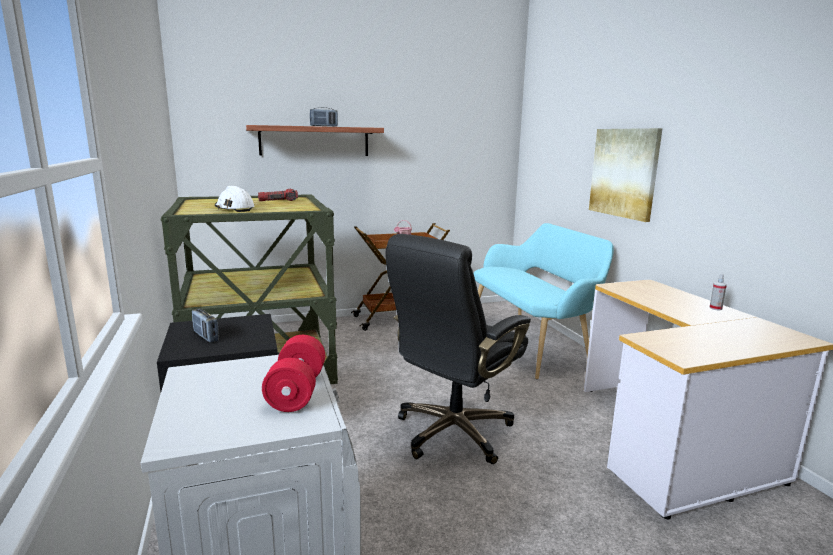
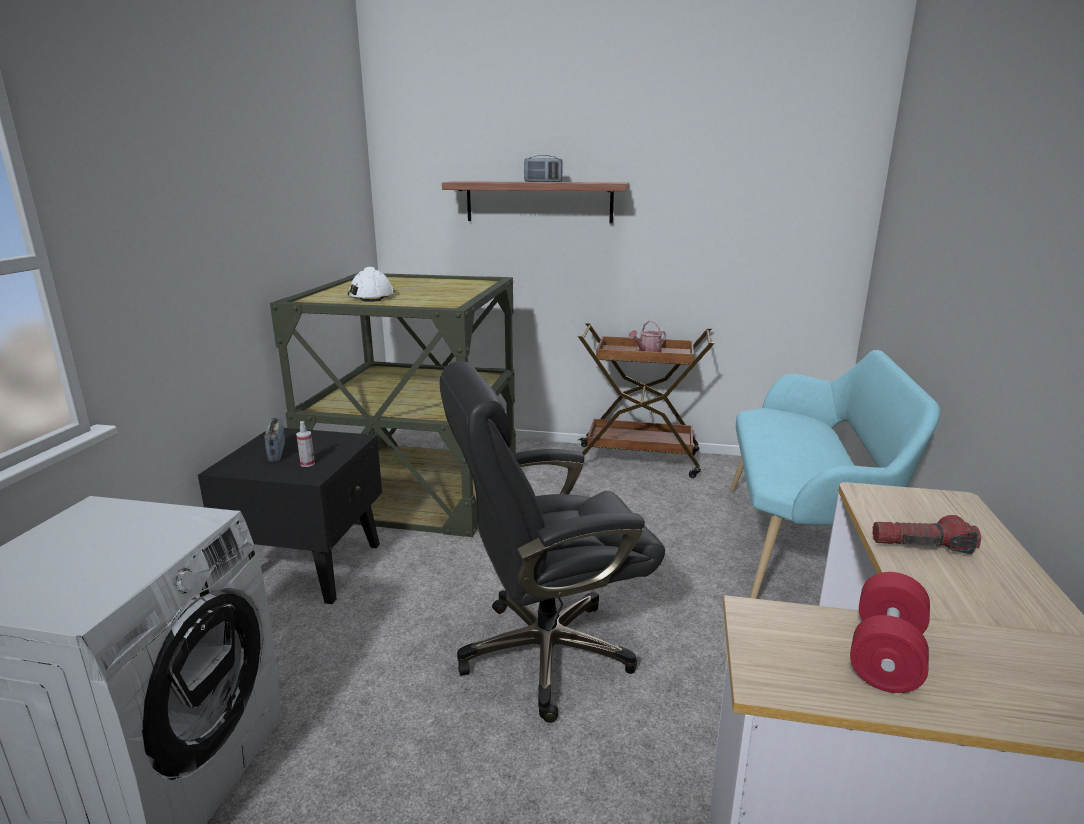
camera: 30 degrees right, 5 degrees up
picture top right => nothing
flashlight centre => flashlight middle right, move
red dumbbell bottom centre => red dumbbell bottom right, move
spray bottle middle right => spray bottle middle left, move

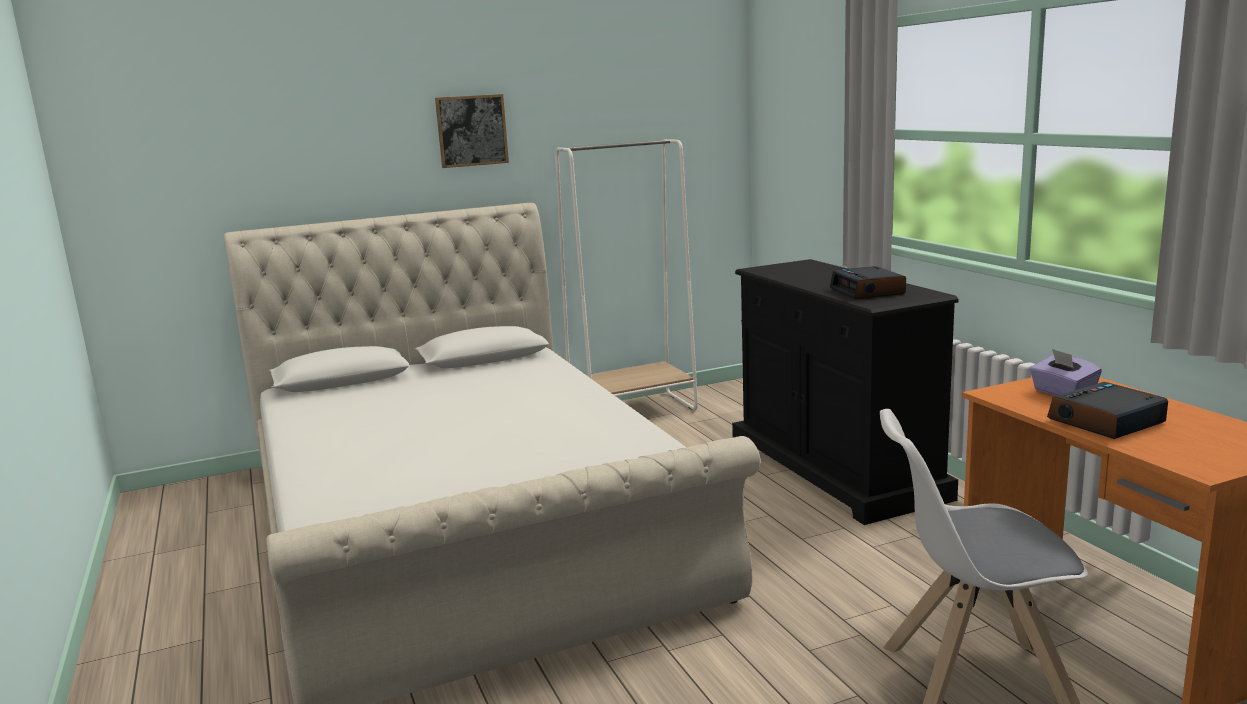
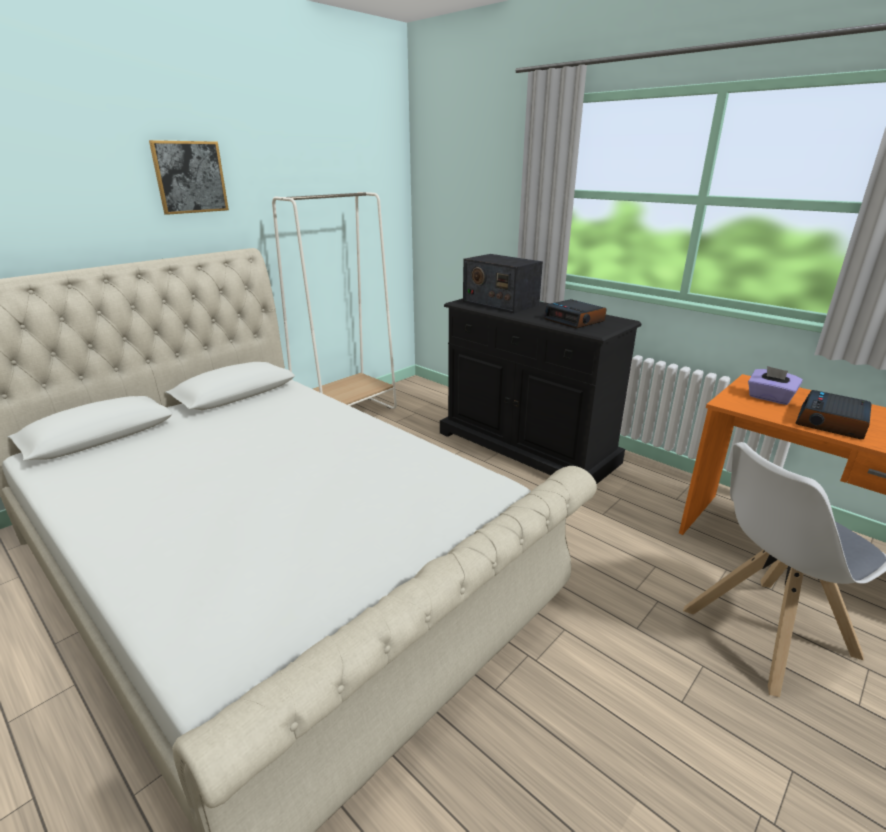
camera: 25 degrees left, 10 degrees up
nothing => radio centre

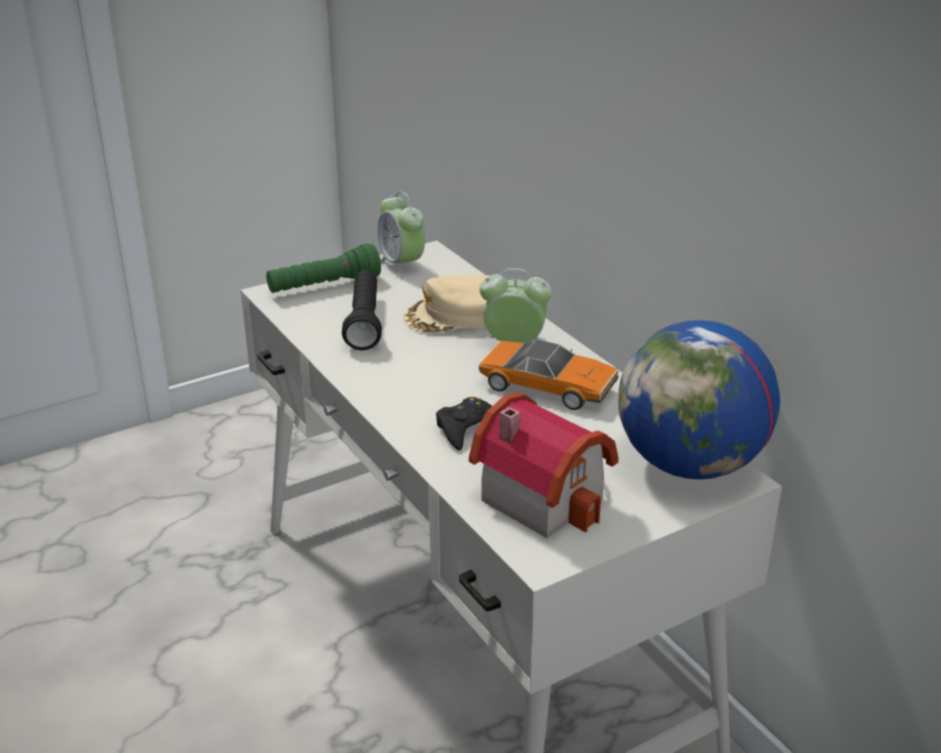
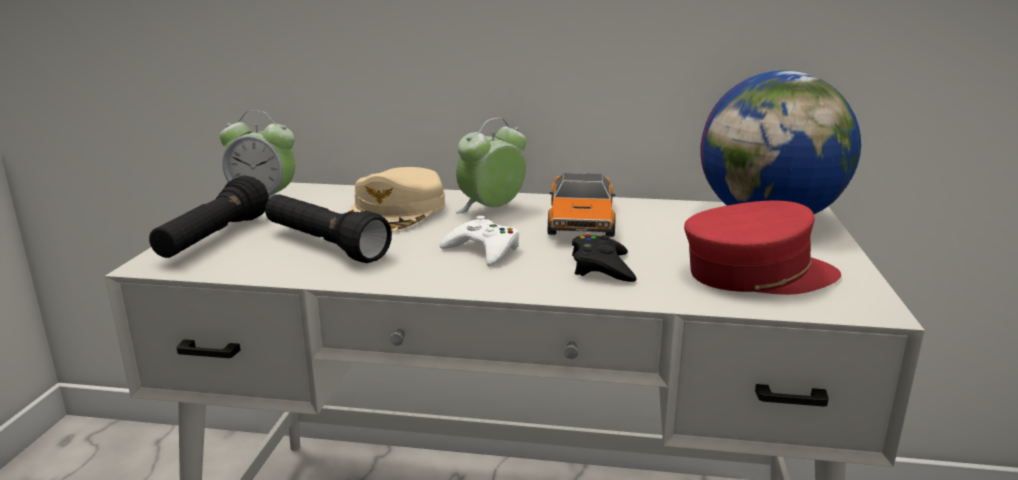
camera: 50 degrees left, 10 degrees down
nothing => white game controller centre
toy house centre => red cap middle right
green flashlight centre => black flashlight (1st from left) middle left
toy car centre, 120 degrees clockwise

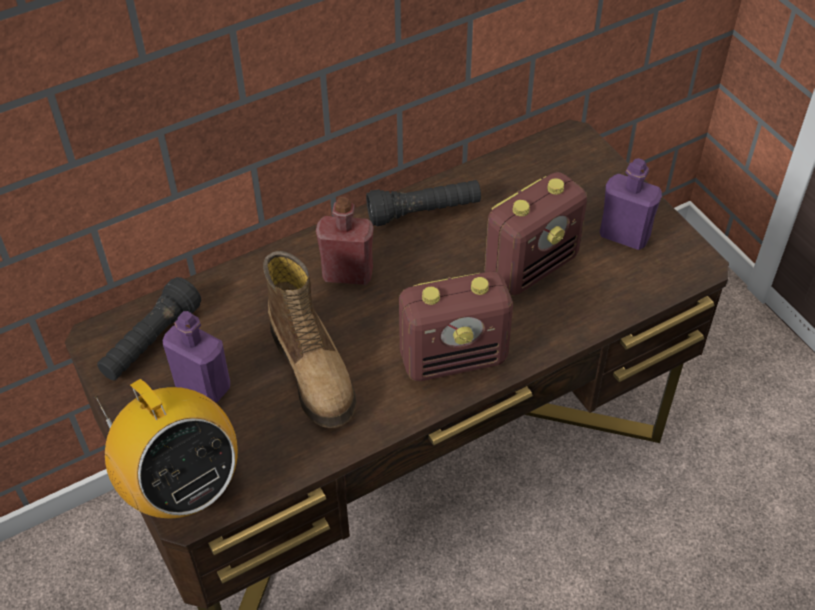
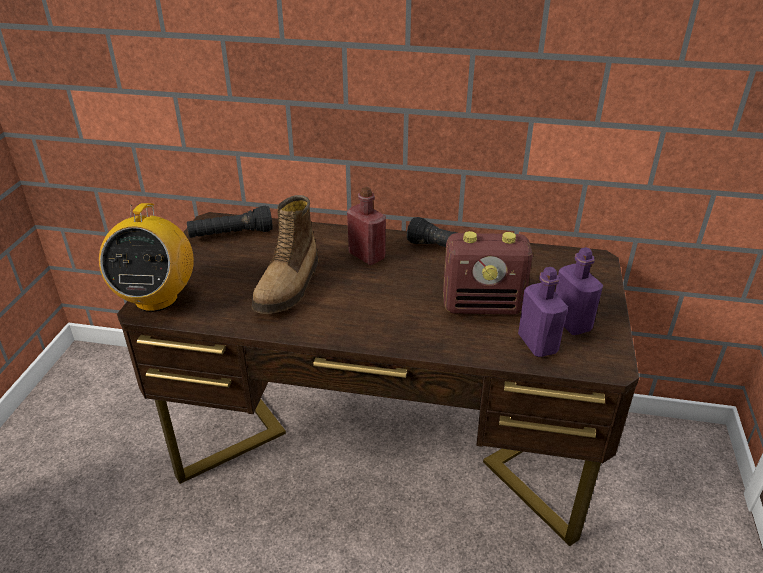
camera: 40 degrees right, 15 degrees down
radio (2nd from left) centre => nothing
purple bottle (1st from left) middle left => purple bottle (1st from left) middle right, move

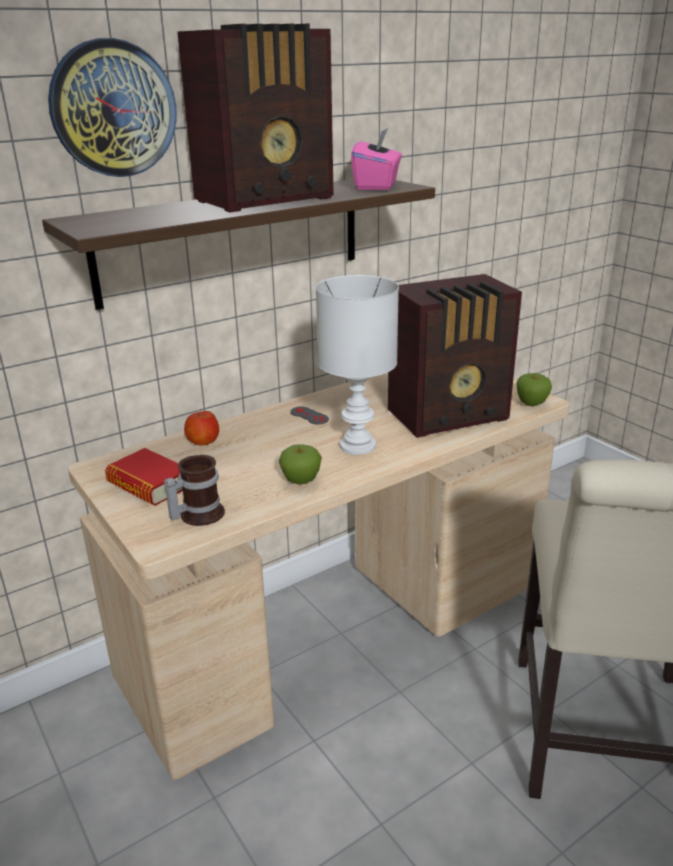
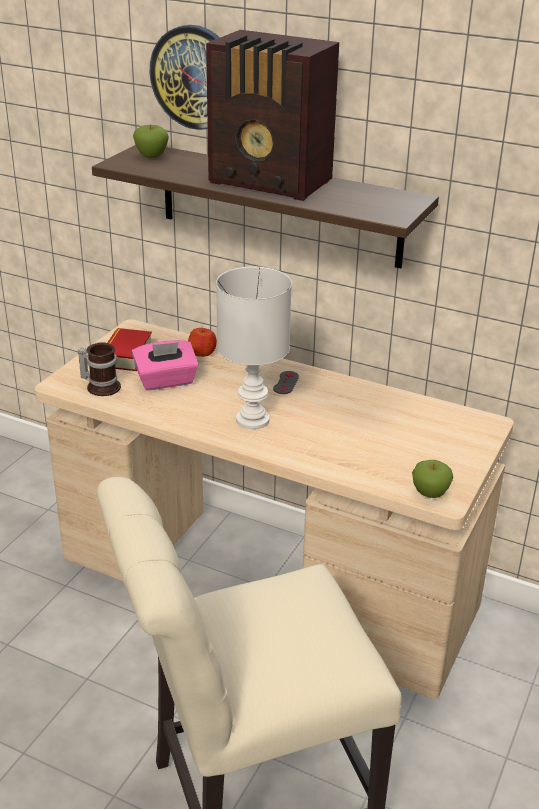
camera: 60 degrees right, 5 degrees up
radio (2nd from left) middle right => nothing
apple (2nd from left in the first image) centre => apple (1st from left) top left, move
pink tissue box top centre => pink tissue box middle left, move

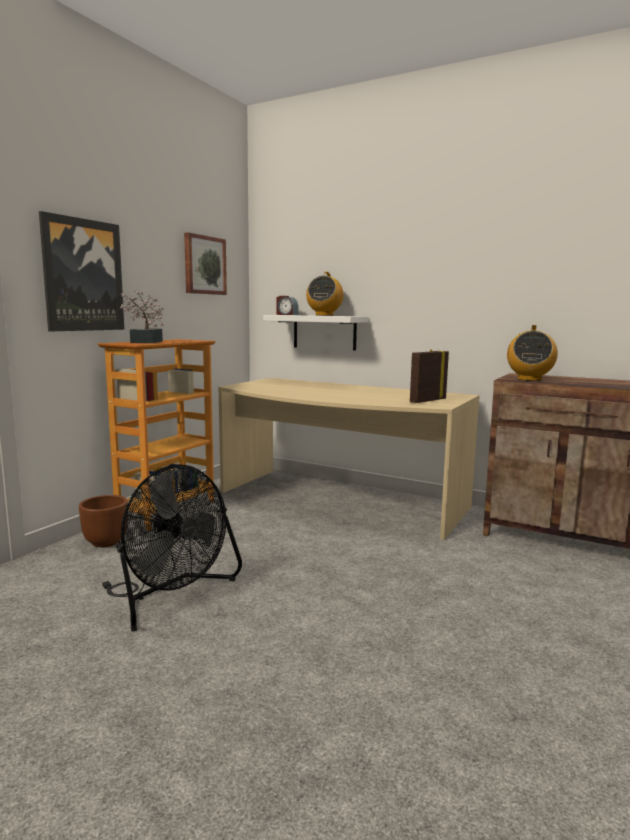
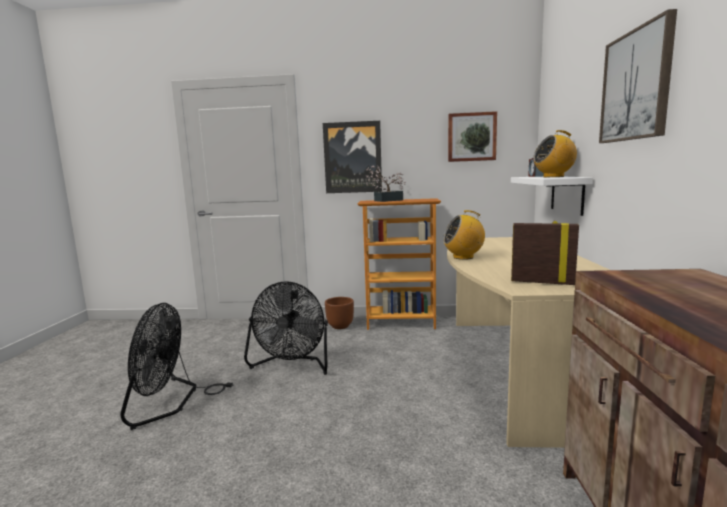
camera: 65 degrees right, 0 degrees up
nothing => black fan (1st from left) bottom left
nothing => picture (3rd from left) top right
radio (2nd from left in the first image) middle right => radio (1st from left) centre, move

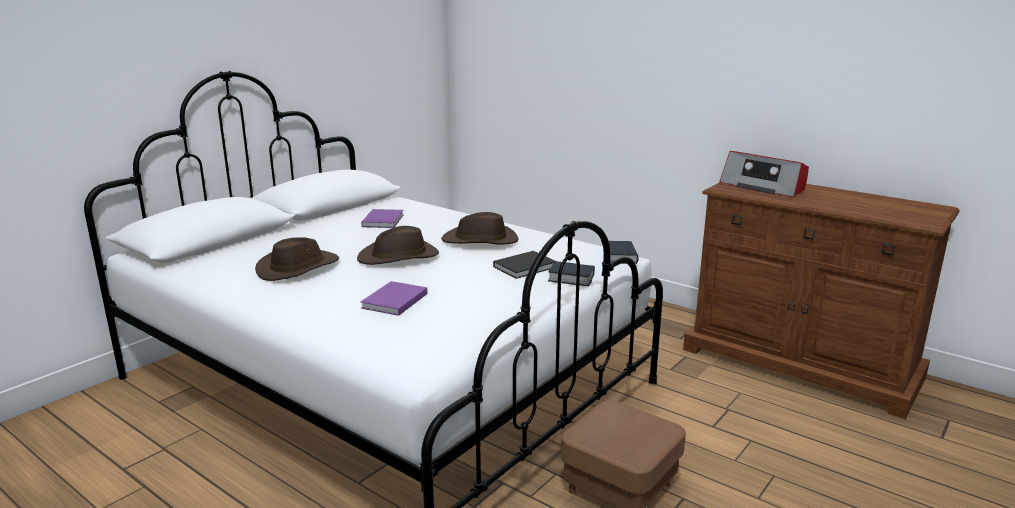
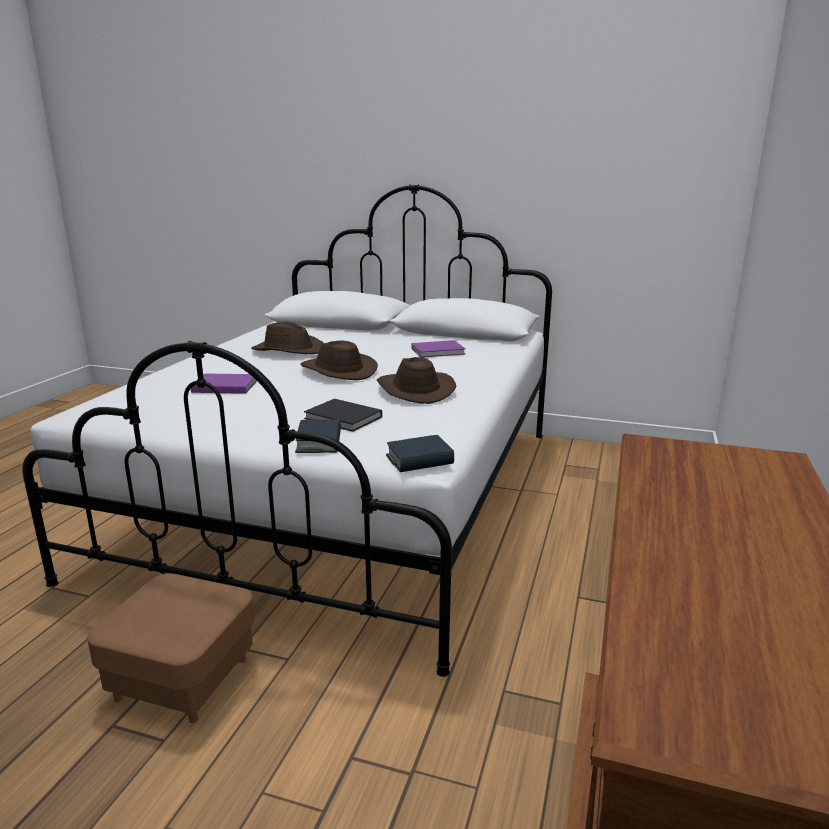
camera: 70 degrees right, 0 degrees up
radio middle right => nothing

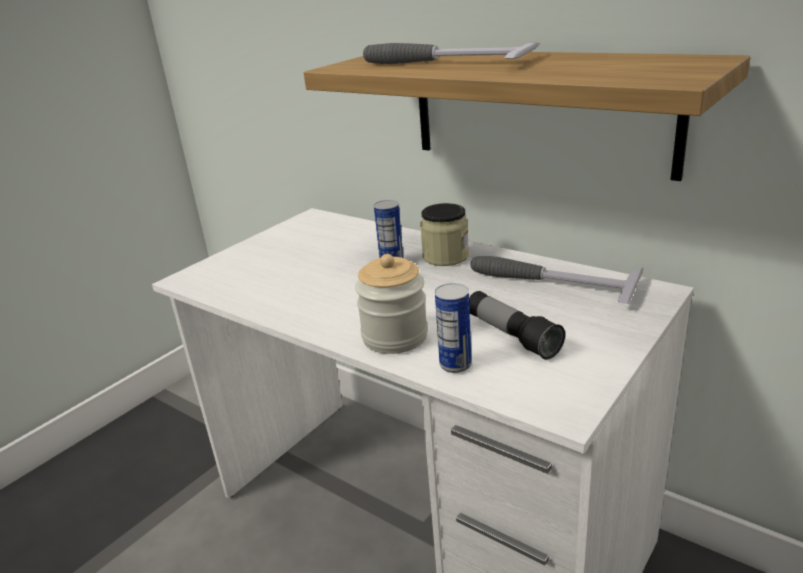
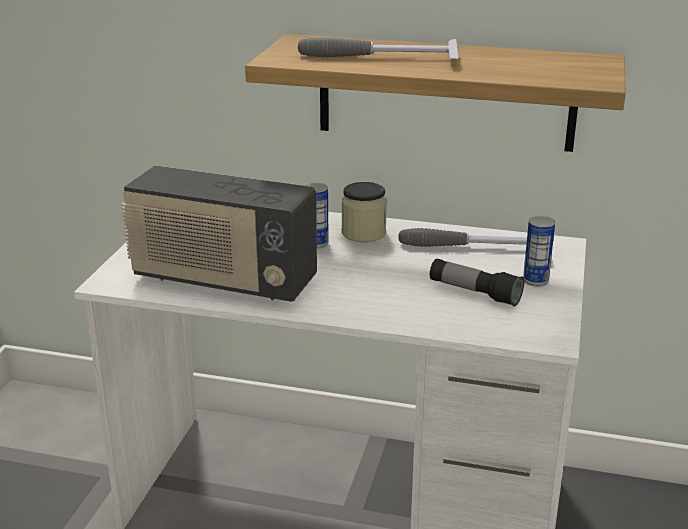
camera: 25 degrees left, 0 degrees up
jar (1st from left) centre => nothing
nothing => radio middle left
can (2nd from left) centre => can (2nd from left) middle right, move

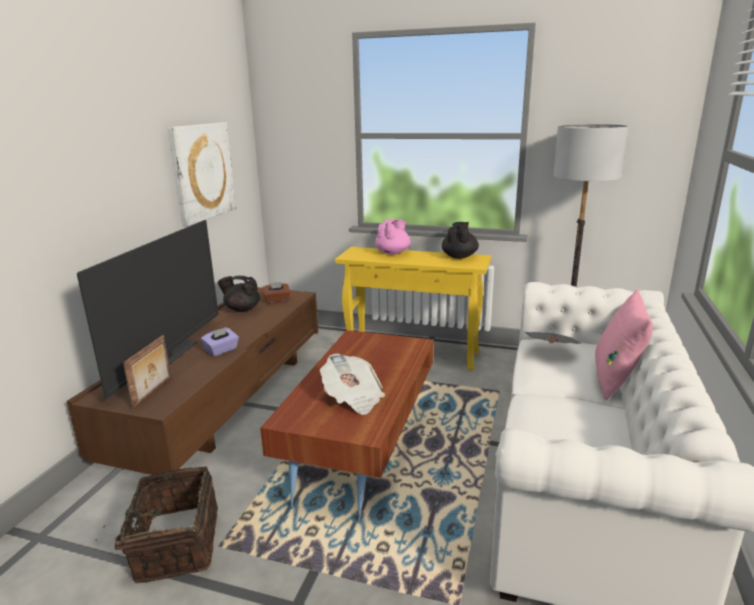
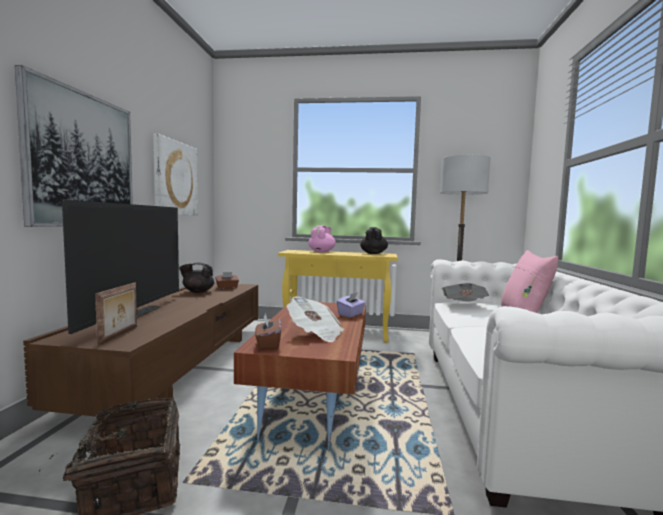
camera: 10 degrees left, 15 degrees down
nothing => picture (1st from left) top left
nothing => brown tissue box (2nd from left) centre
purple tissue box middle left => purple tissue box centre, move

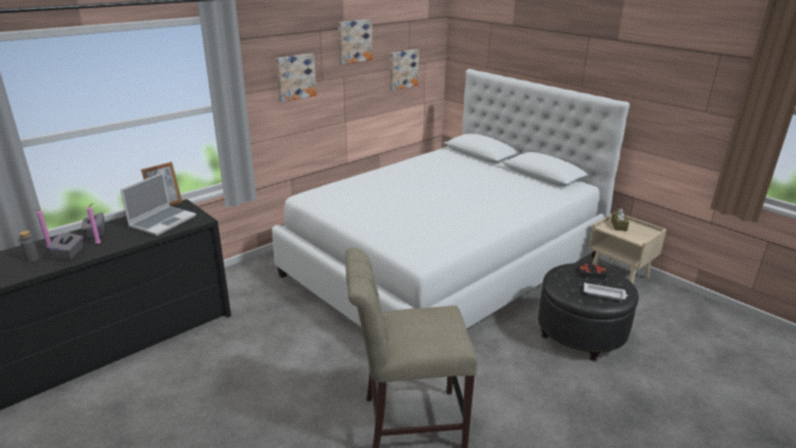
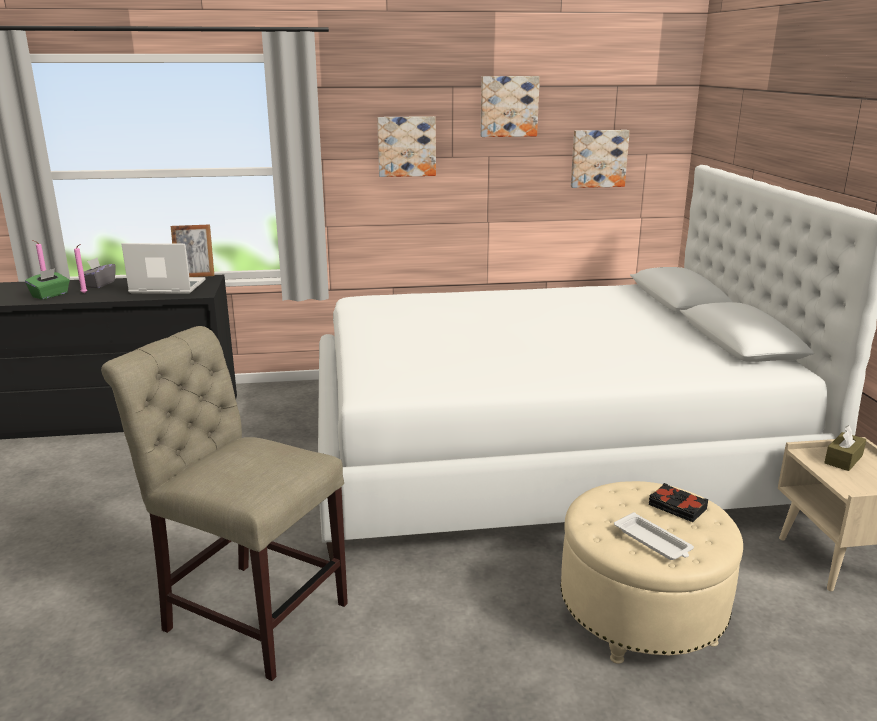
camera: 35 degrees right, 5 degrees down
grey bottle middle left => nothing
grey tissue box (1st from left) middle left => green tissue box middle left
black ottoman bottom right => beige ottoman bottom right
laptop middle left, 150 degrees counterclockwise

